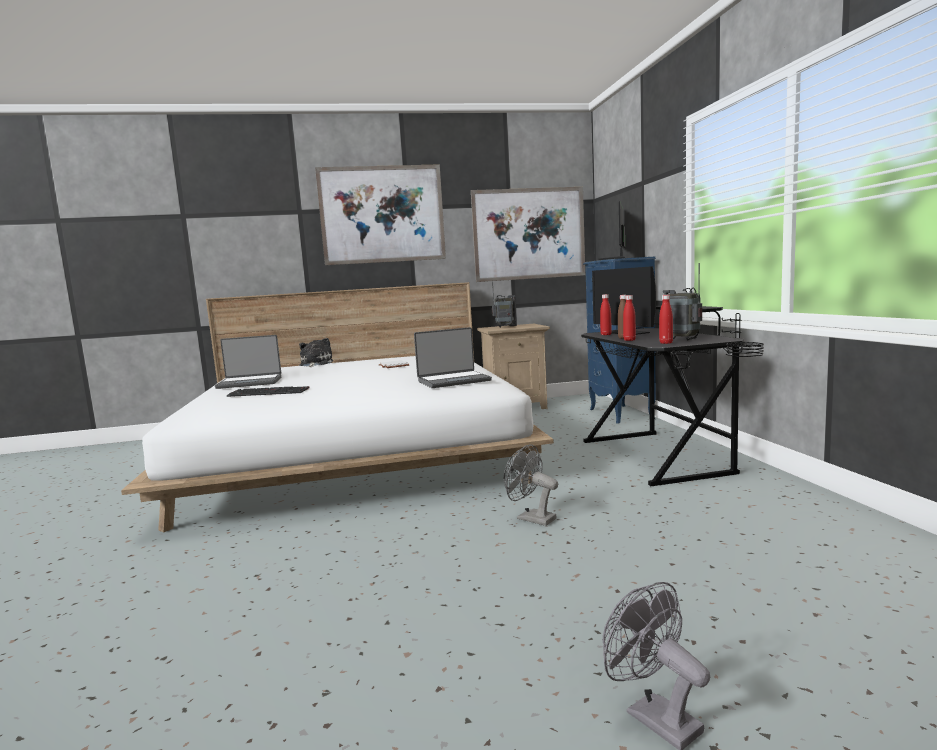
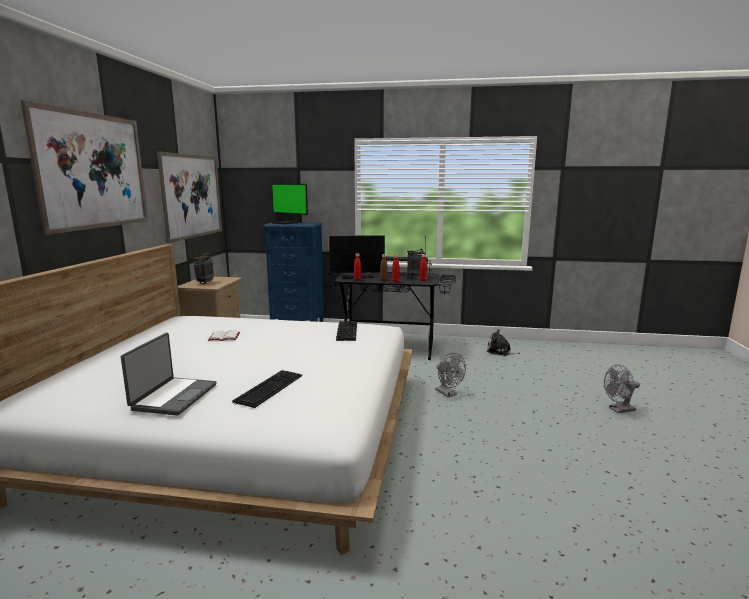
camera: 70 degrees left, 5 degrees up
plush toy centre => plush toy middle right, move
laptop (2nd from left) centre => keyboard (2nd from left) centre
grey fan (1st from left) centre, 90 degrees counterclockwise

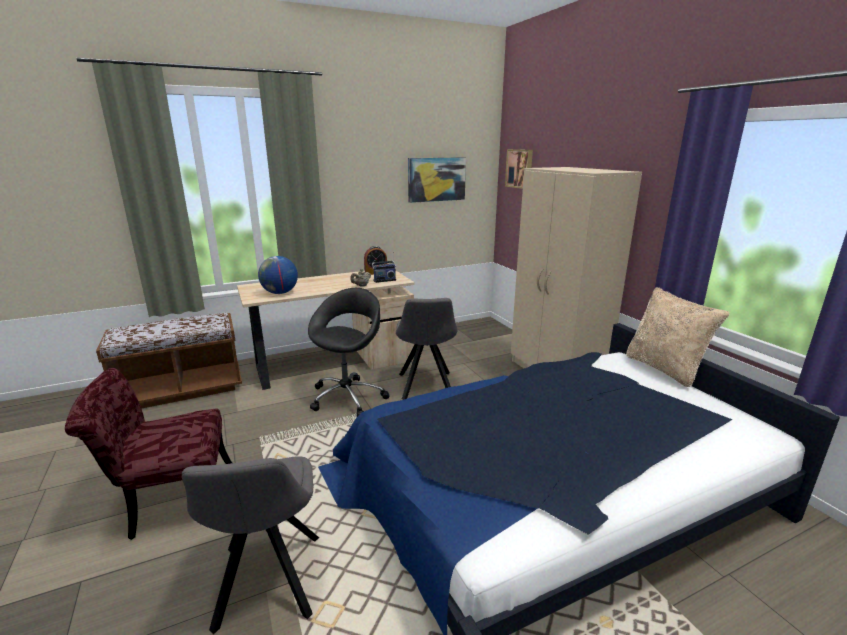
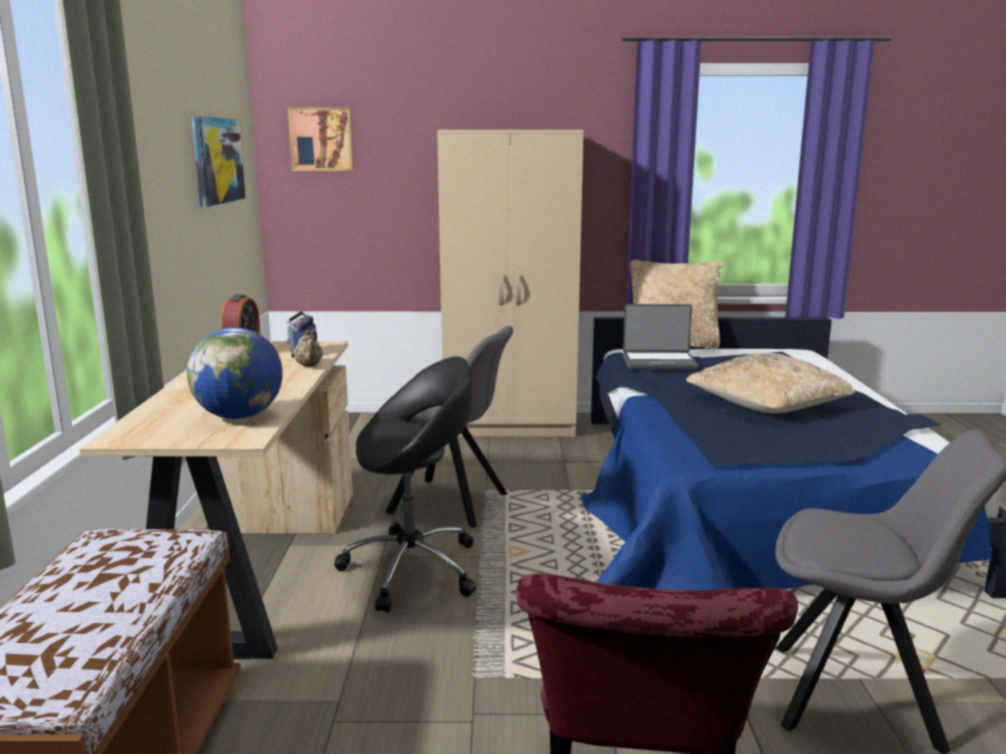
camera: 65 degrees left, 5 degrees down
nothing => laptop centre
nothing => beige pillow (2nd from left) middle right
black office chair centre, 105 degrees clockwise

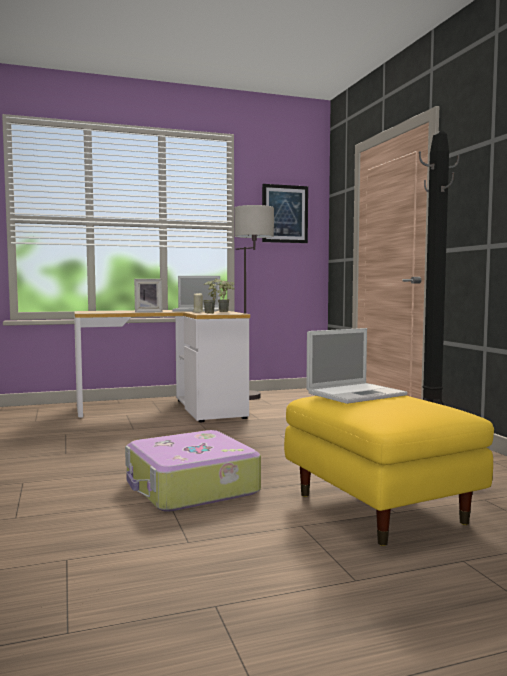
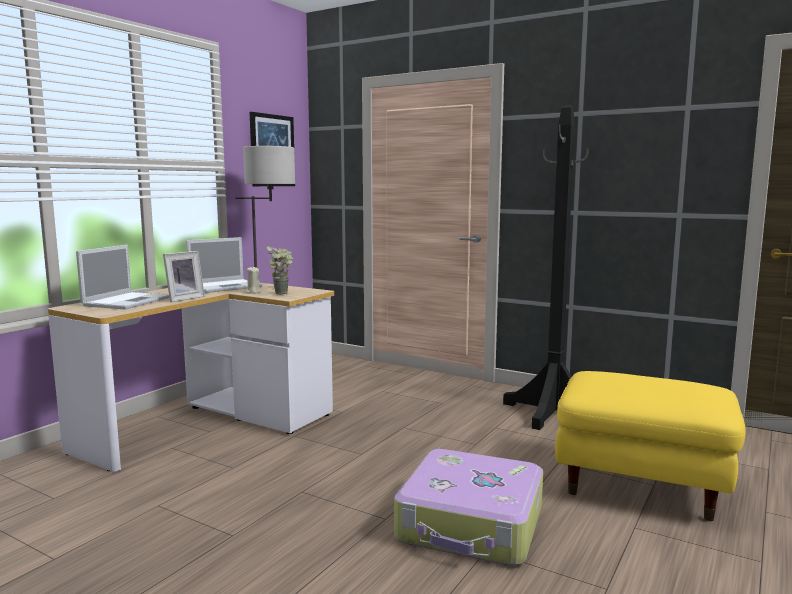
camera: 40 degrees left, 5 degrees up
laptop (2nd from left in the first image) middle right => laptop (1st from left) middle left, move

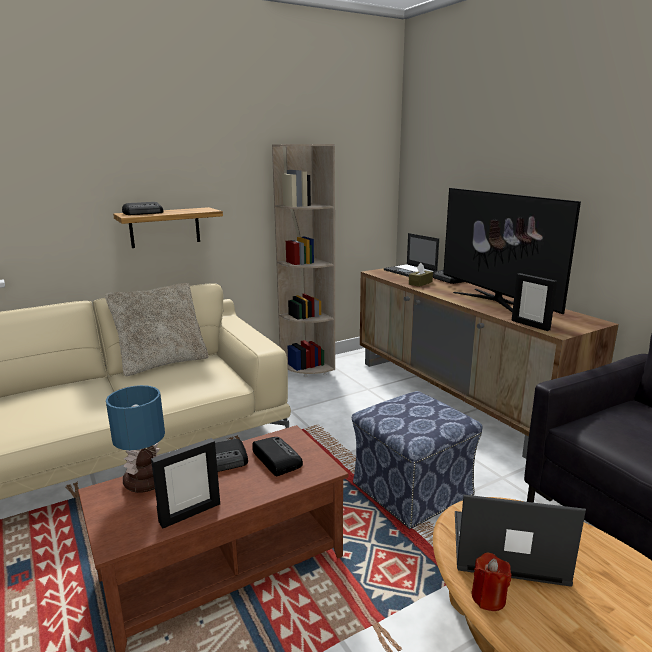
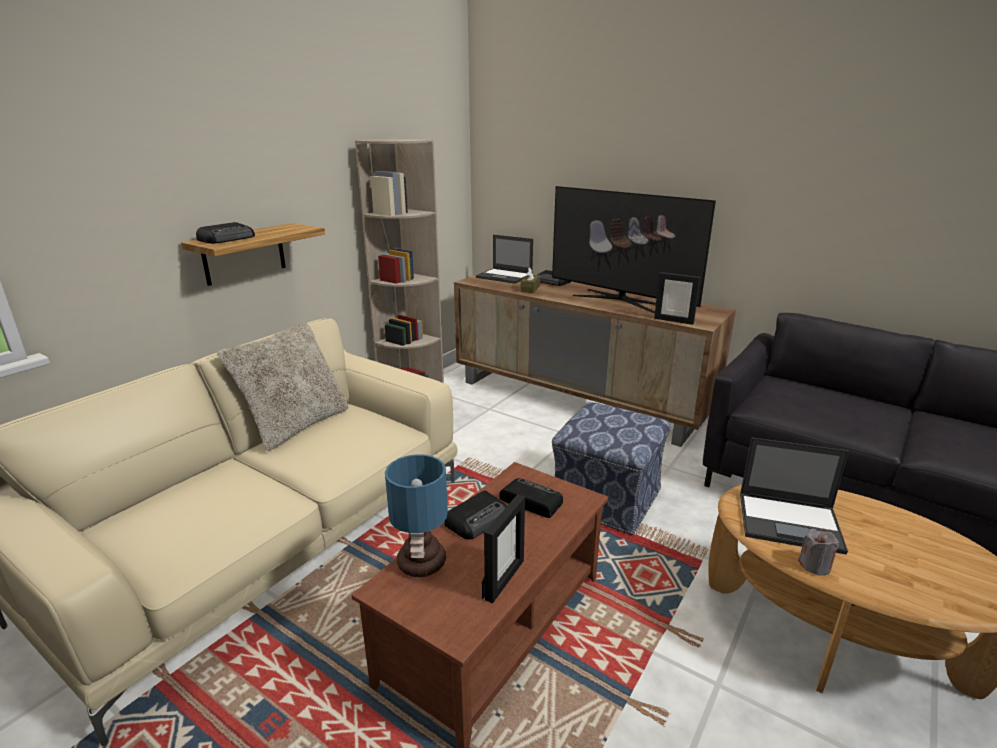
camera: 25 degrees left, 5 degrees up
red candle bottom right => grey candle bottom right
laptop (2nd from left) bottom right => laptop (2nd from left) middle right, 150 degrees counterclockwise

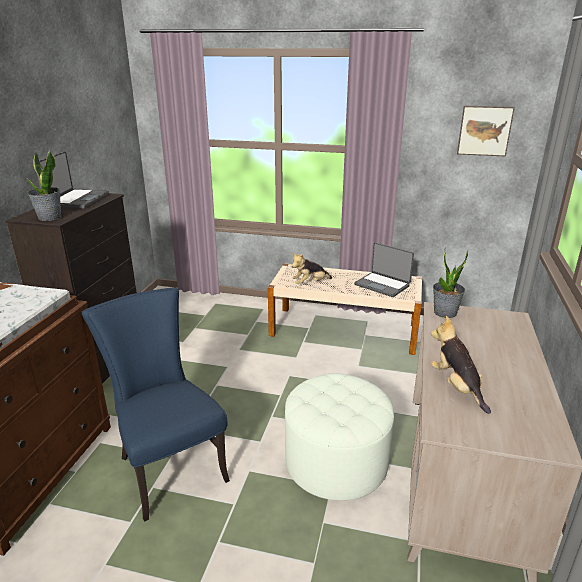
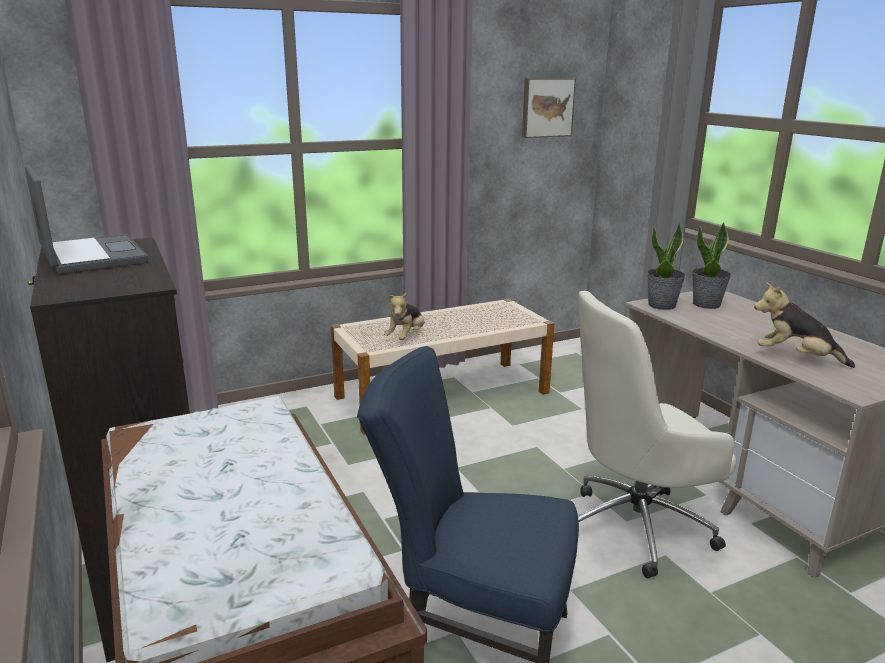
camera: 40 degrees left, 5 degrees down
laptop (2nd from left) centre => nothing
potted plant (1st from left in the first image) top left => potted plant (2nd from left) middle right, move
white ottoman bottom centre => beige office chair middle right

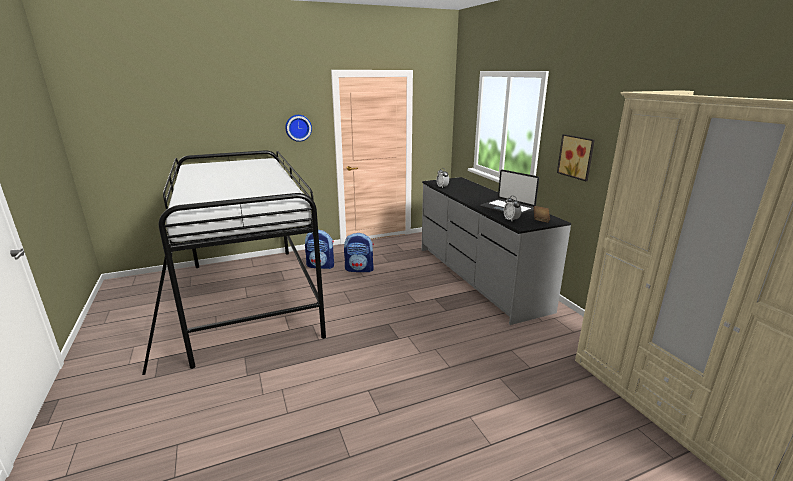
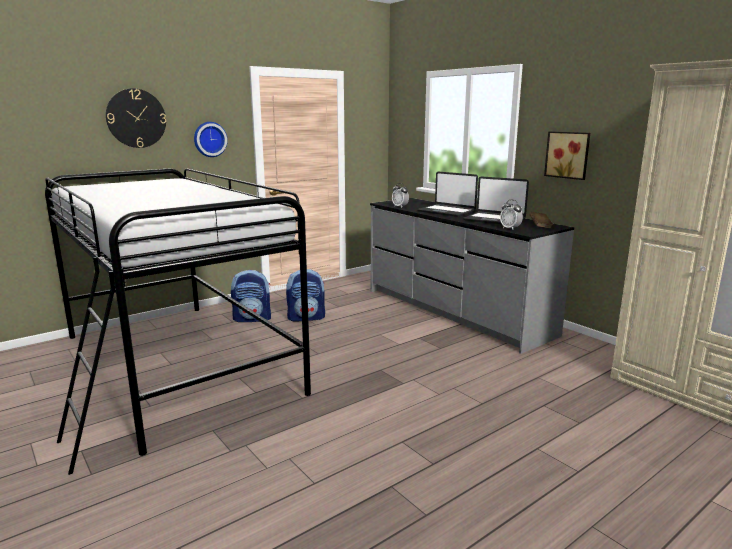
camera: 15 degrees left, 5 degrees down
nothing => wall clock (1st from left) top left
nothing => laptop (1st from left) centre

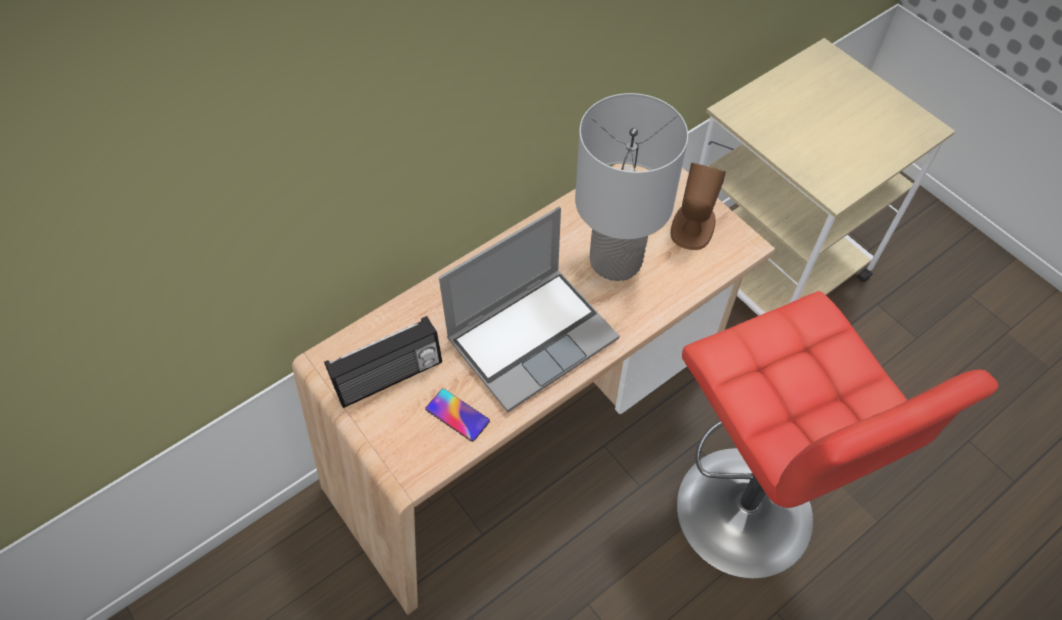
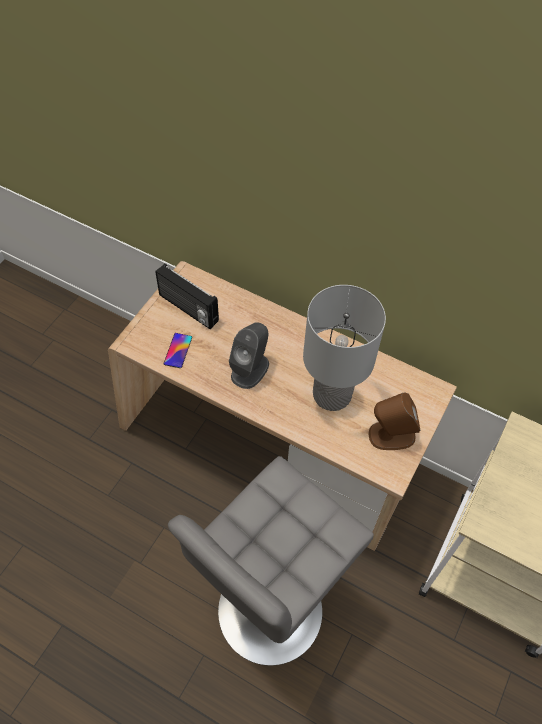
camera: 65 degrees right, 0 degrees up
laptop centre => grey speaker centre
red stool bottom right => grey stool bottom centre

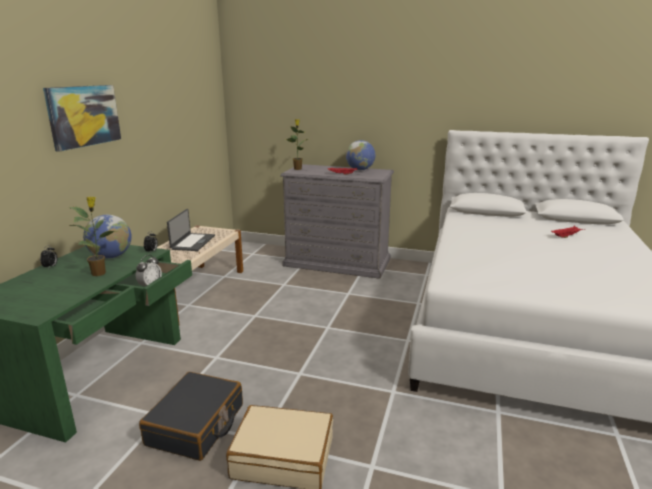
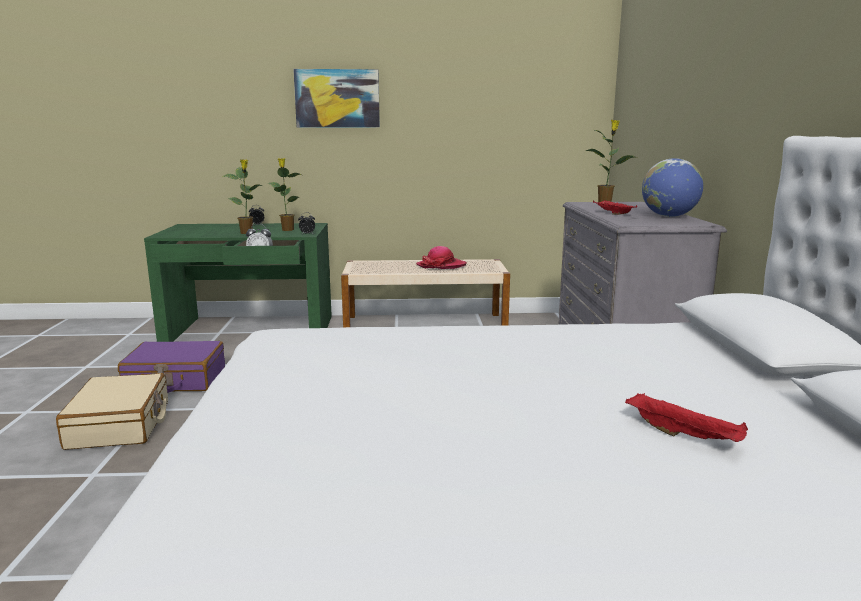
camera: 70 degrees right, 5 degrees down
globe (1st from left) middle left => potted plant (2nd from left) top left
laptop middle left => hat centre
black suitcase bottom left => purple suitcase middle left

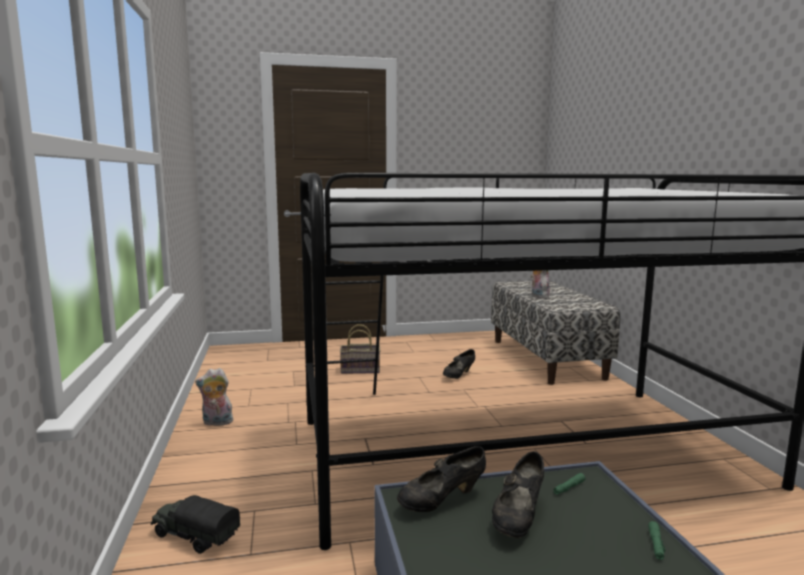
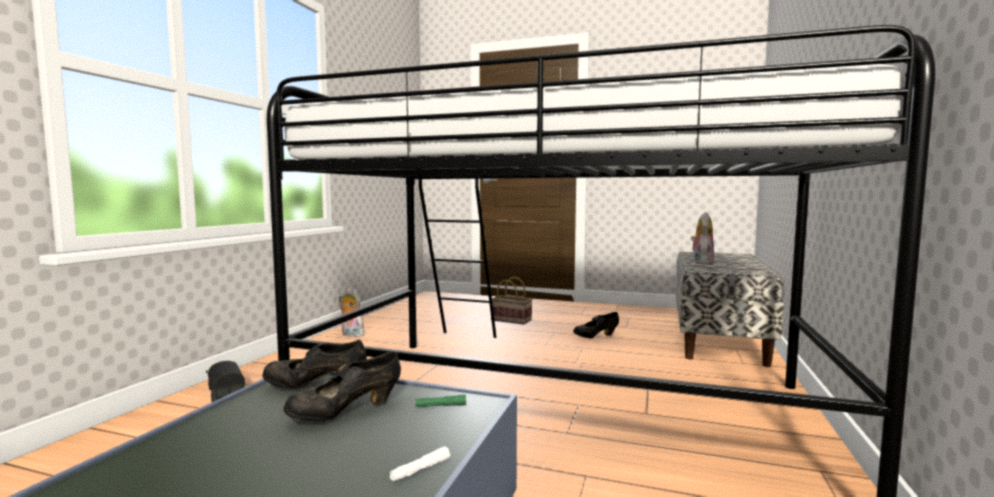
camera: 30 degrees right, 5 degrees down
green flashlight (2nd from left) bottom right => white flashlight bottom centre

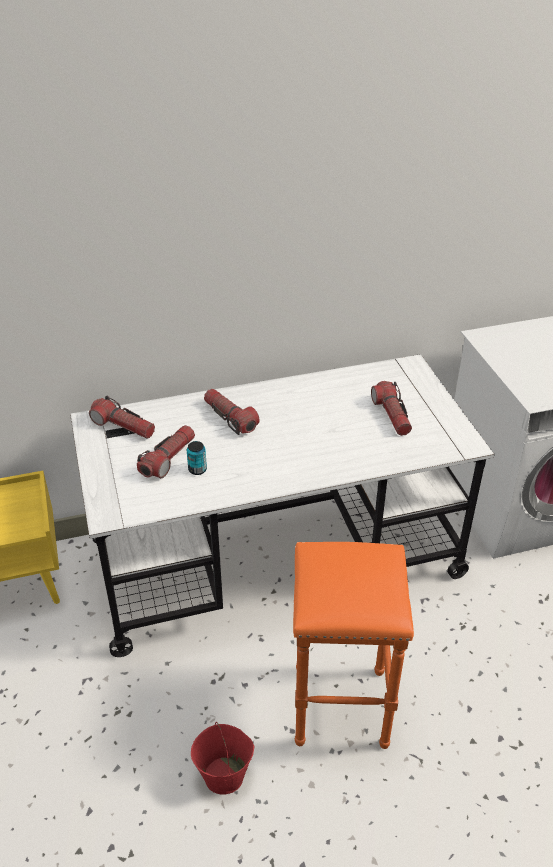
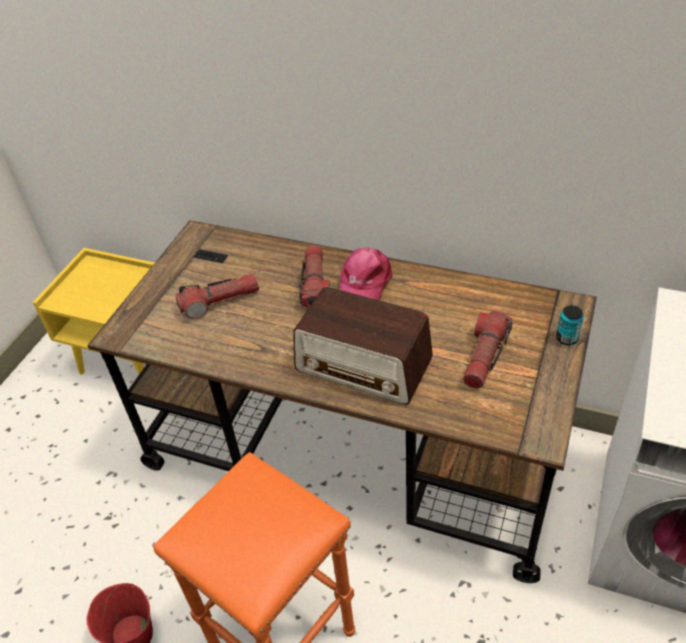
camera: 40 degrees right, 5 degrees up
flashlight (1st from left) middle left => nothing
nothing => radio centre
nothing => pink cap centre
can centre => can middle right, move
white desk centre => brown desk centre

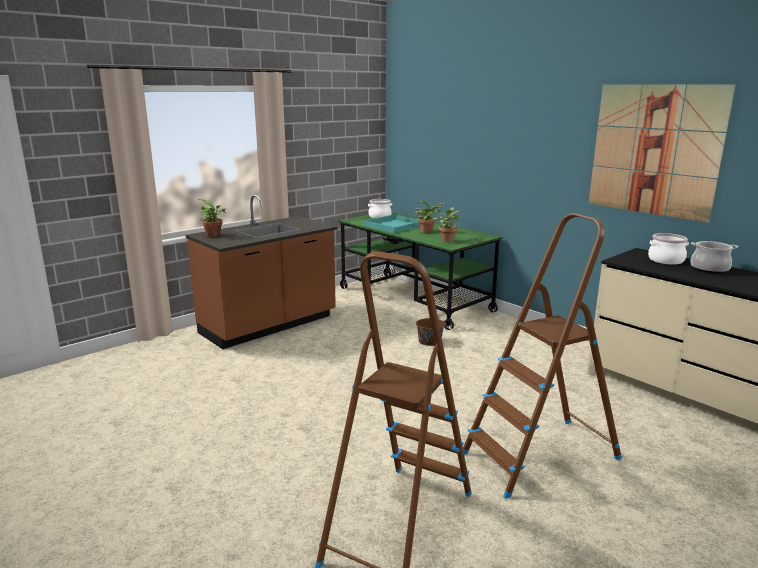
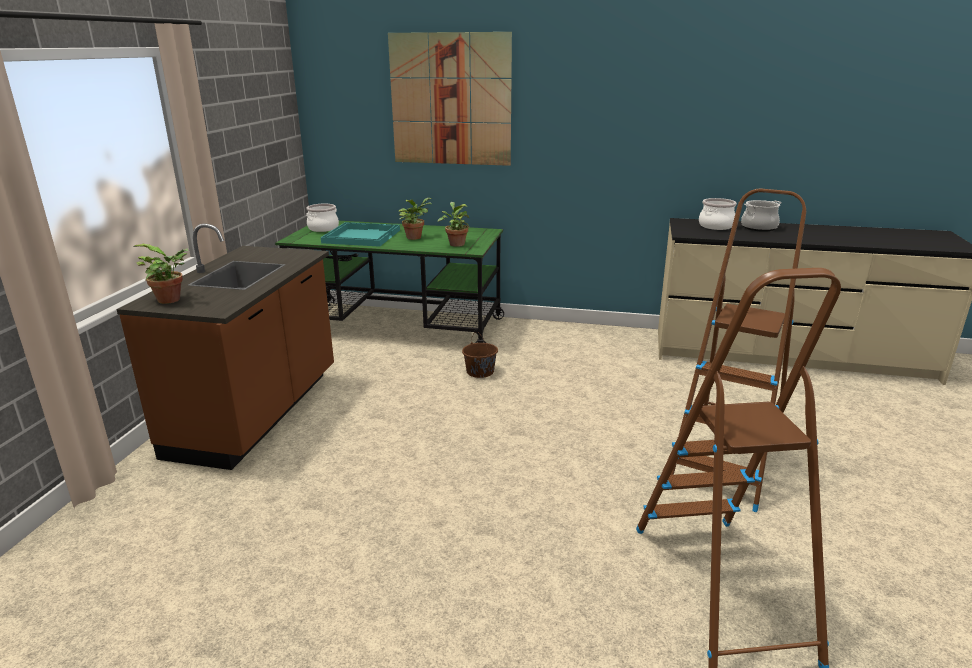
camera: 35 degrees left, 5 degrees up
picture top right => picture top centre, move

